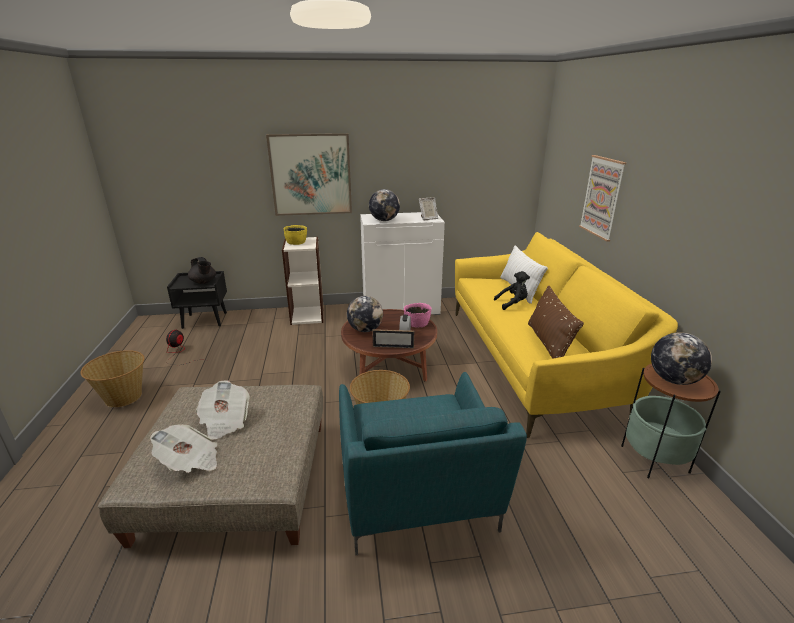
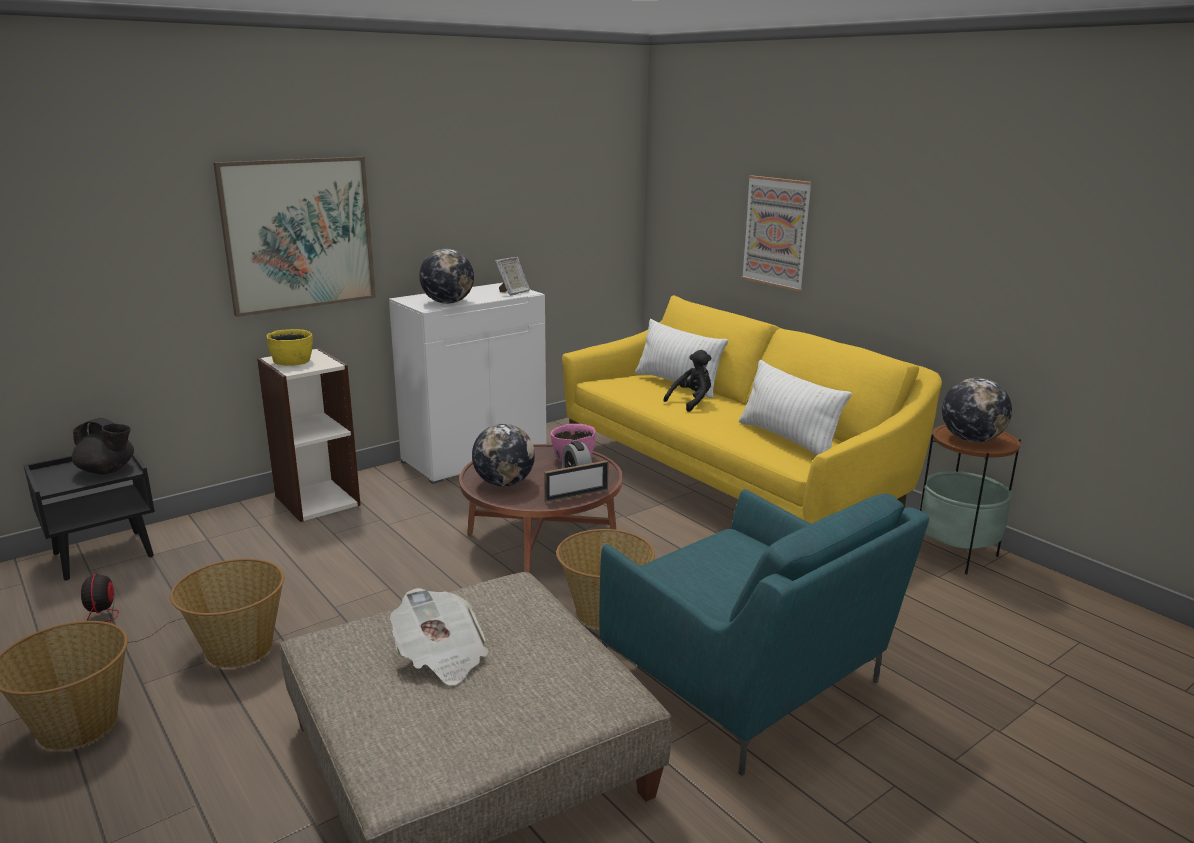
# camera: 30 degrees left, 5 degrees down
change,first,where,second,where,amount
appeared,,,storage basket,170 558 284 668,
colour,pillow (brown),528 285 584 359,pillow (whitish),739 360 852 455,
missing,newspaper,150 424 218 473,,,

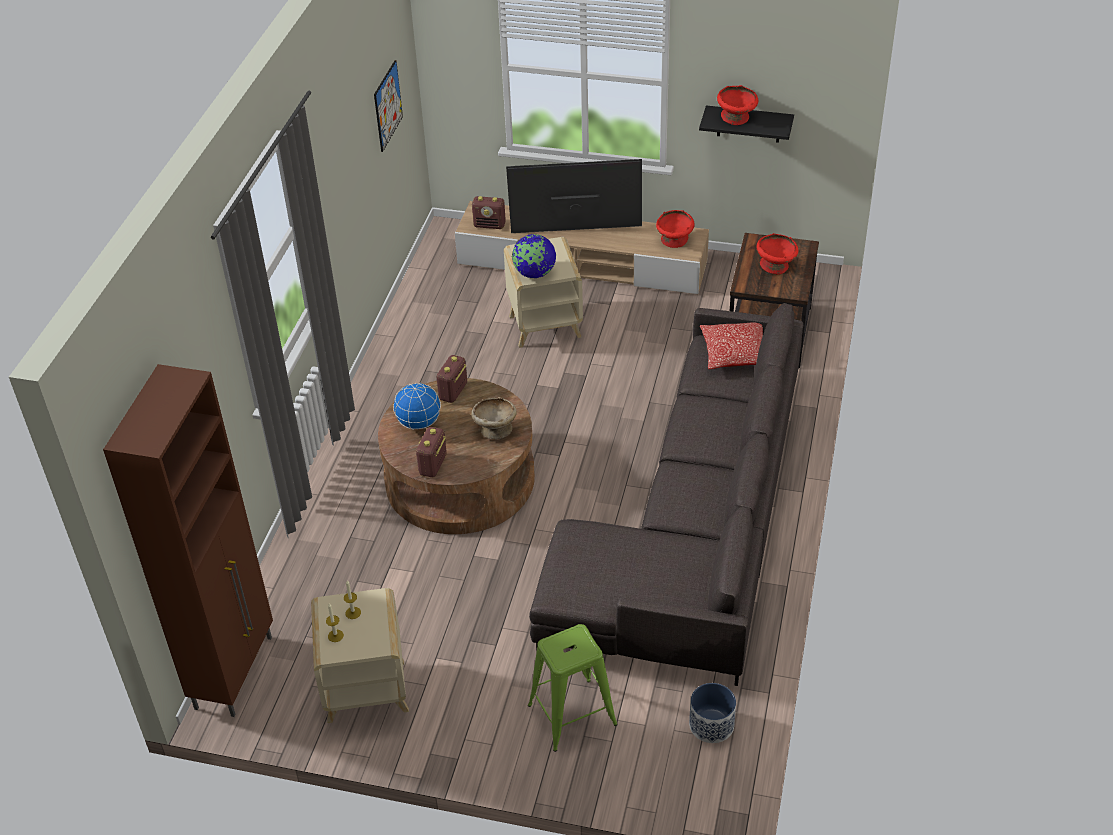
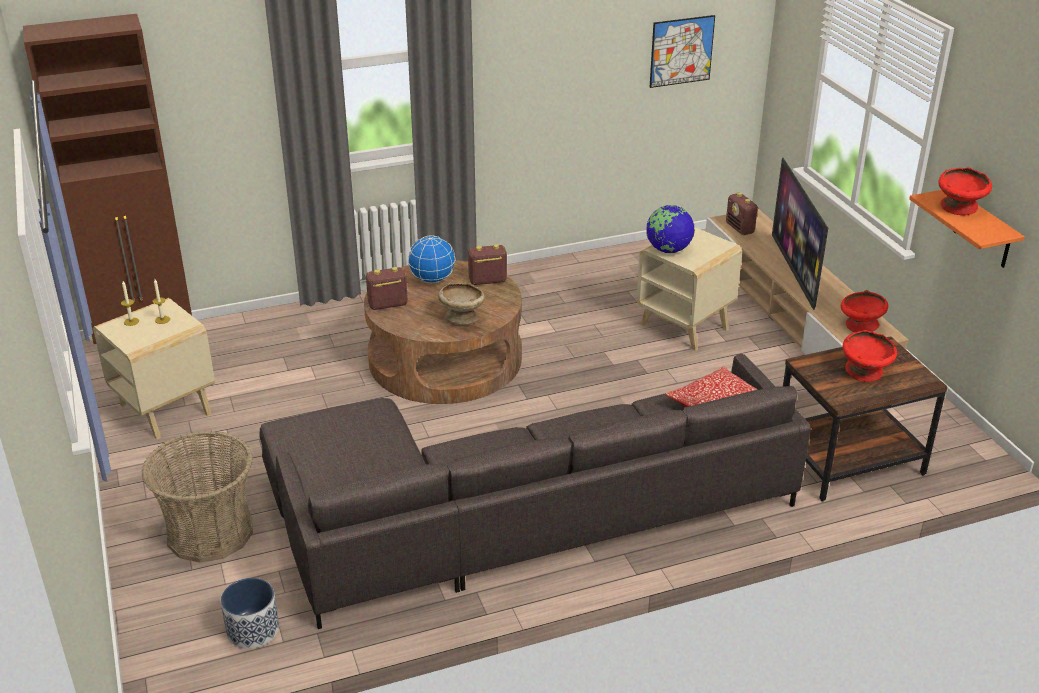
# camera: 55 degrees right, 10 degrees down
change,first,where,second,where,amount
exchanged,sitting stool (greenish),528 624 618 752,storage basket,142 431 253 563,
spun,TV,506 159 642 233,,772 158 828 310,150 degrees counterclockwise
colour,wall shelf (black),699 105 794 143,wall shelf (orange-coloured),909 190 1025 268,

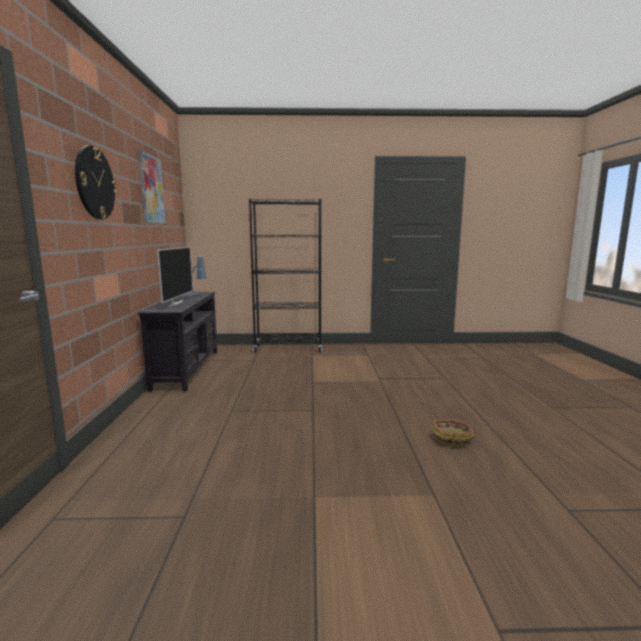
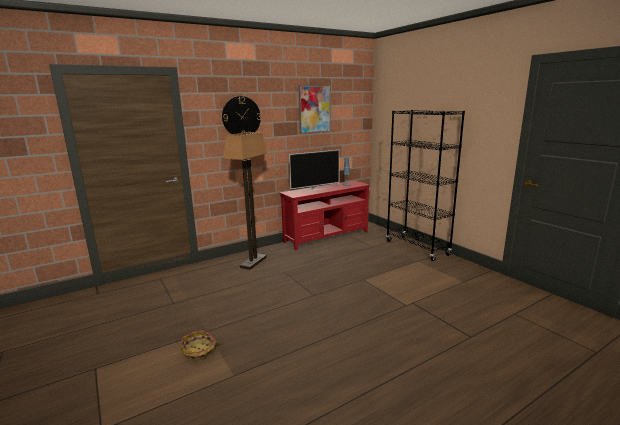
# camera: 60 degrees right, 5 degrees up
change,first,where,second,where,amount
relocated,storage basket,432 420 474 447,,181 330 221 360,
appeared,,,floor lamp,223 132 267 270,
colour,tv stand (black),138 292 217 392,tv stand (red-coloured),279 180 370 250,

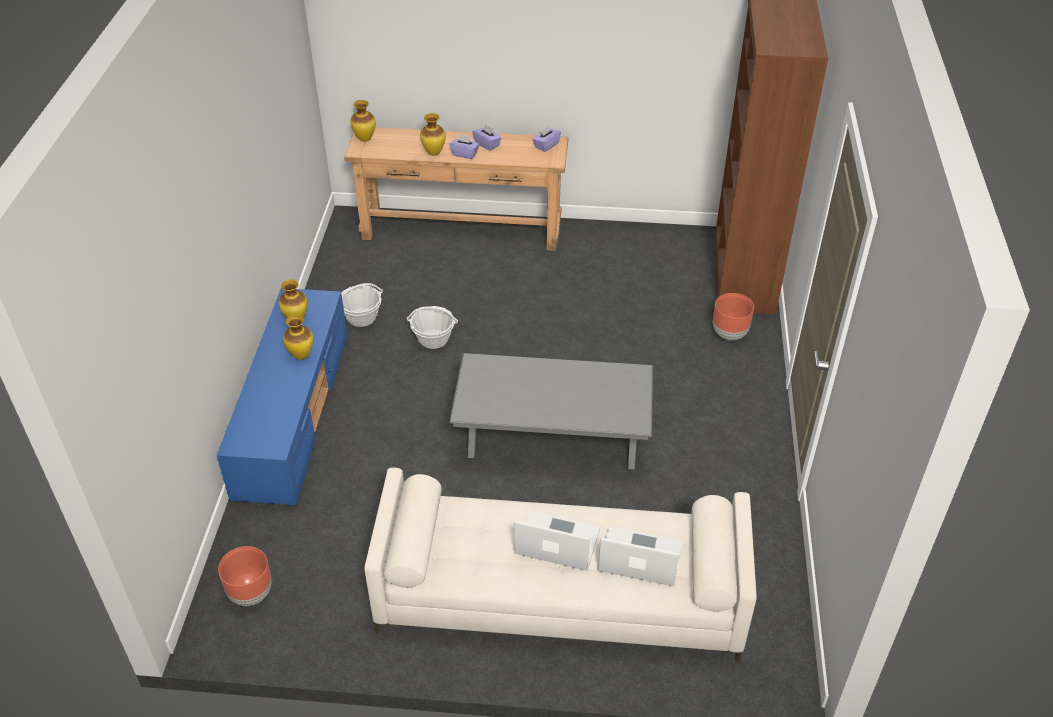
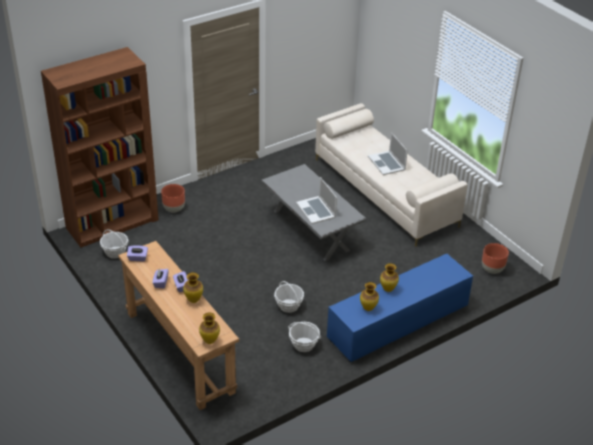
# camera: 130 degrees left, 5 degrees down
change,first,where,second,where,amount
appeared,,,storage basket,100 229 128 259,
relocated,laptop,598 526 682 586,,296 177 337 224,

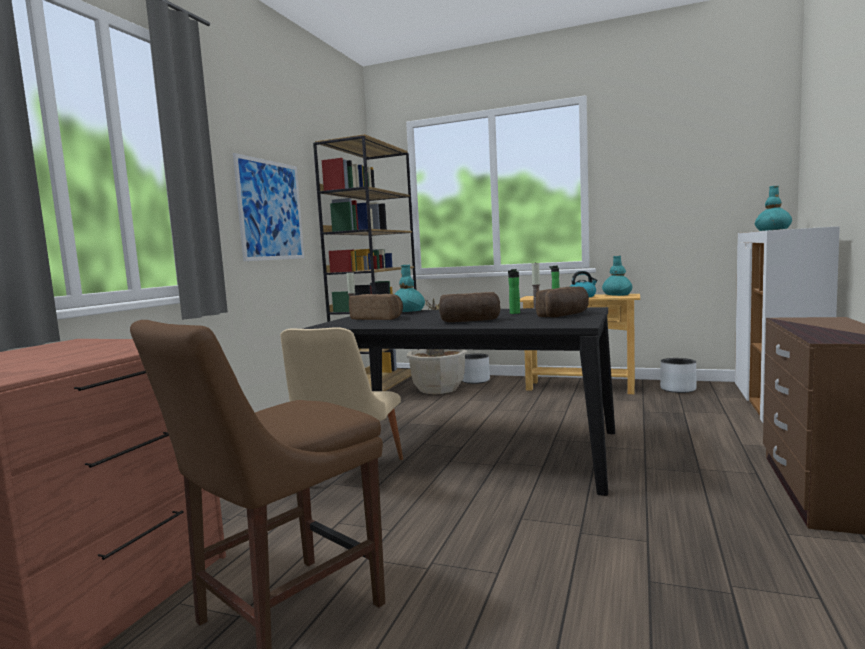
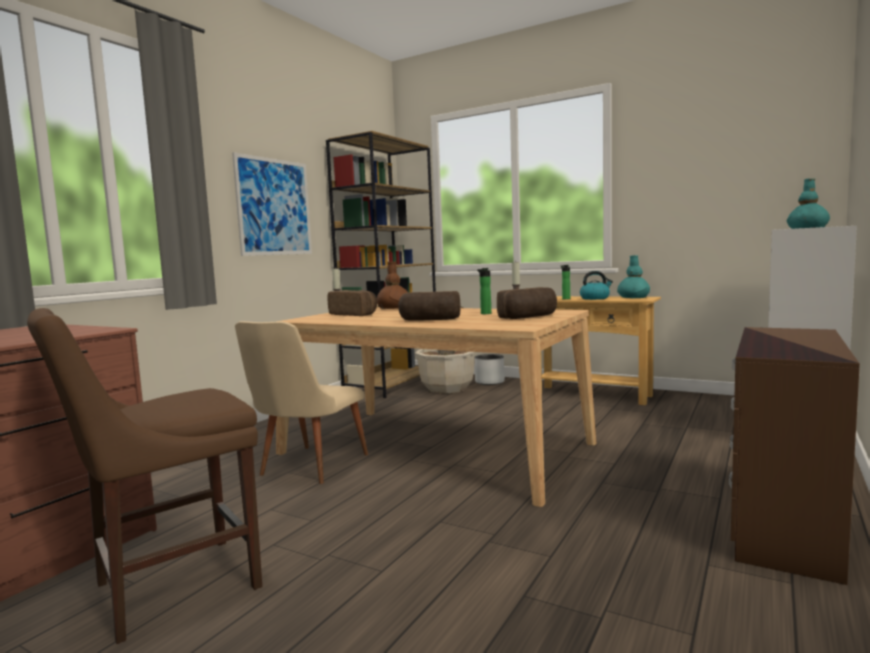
# camera: 10 degrees right, 0 degrees up
change,first,where,second,where,amount
colour,dining table (black),302 307 615 496,dining table (beige),276 307 596 507,
colour,flower vase (turquoise-coloured),394 265 425 312,flower vase (brown),377 262 408 309,
missing,plant pot (grey),660 358 696 393,,,

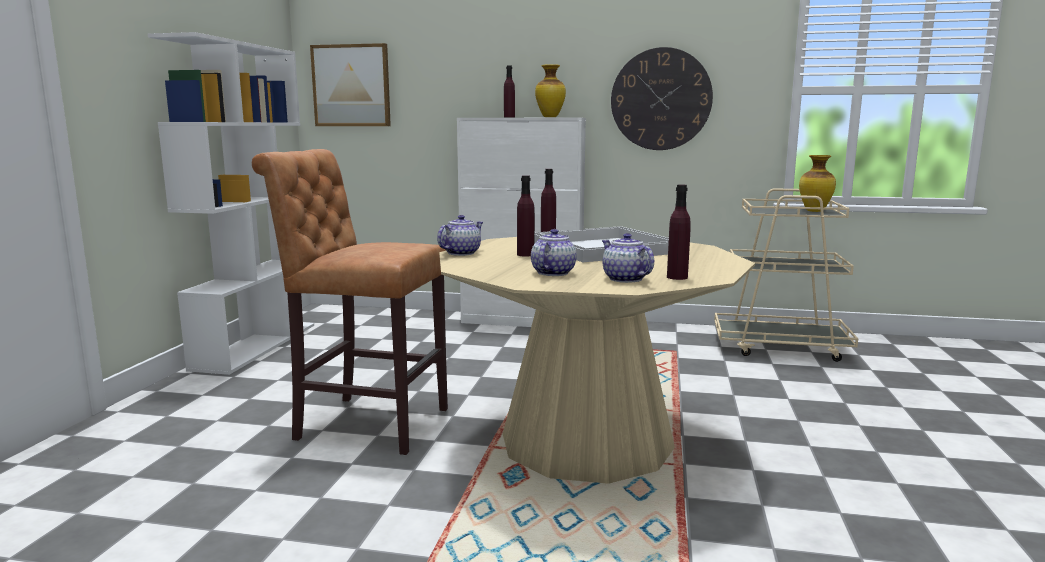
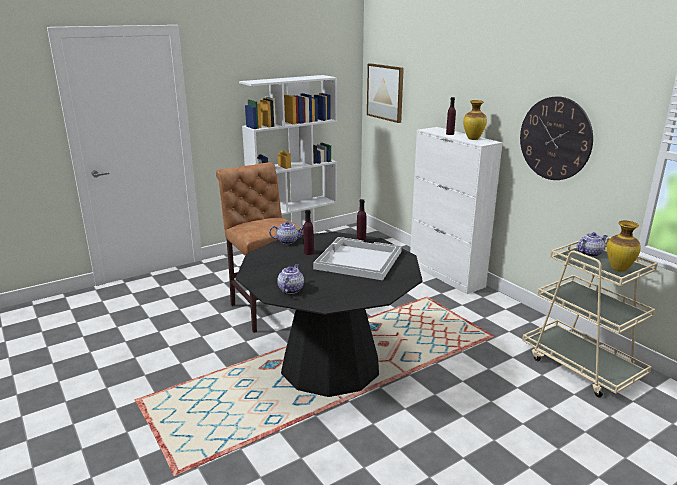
# camera: 45 degrees right, 10 degrees up
change,first,where,second,where,amount
colour,dining table (beige),439 237 755 483,dining table (black),236 232 423 397,
relocated,tea pot,531 229 577 276,,577 232 607 257,
missing,beverage bottle (purple),667 184 691 280,,,

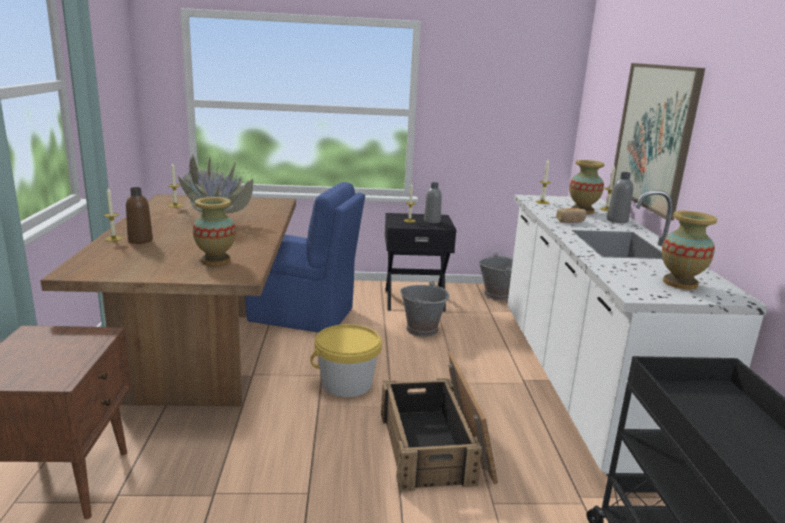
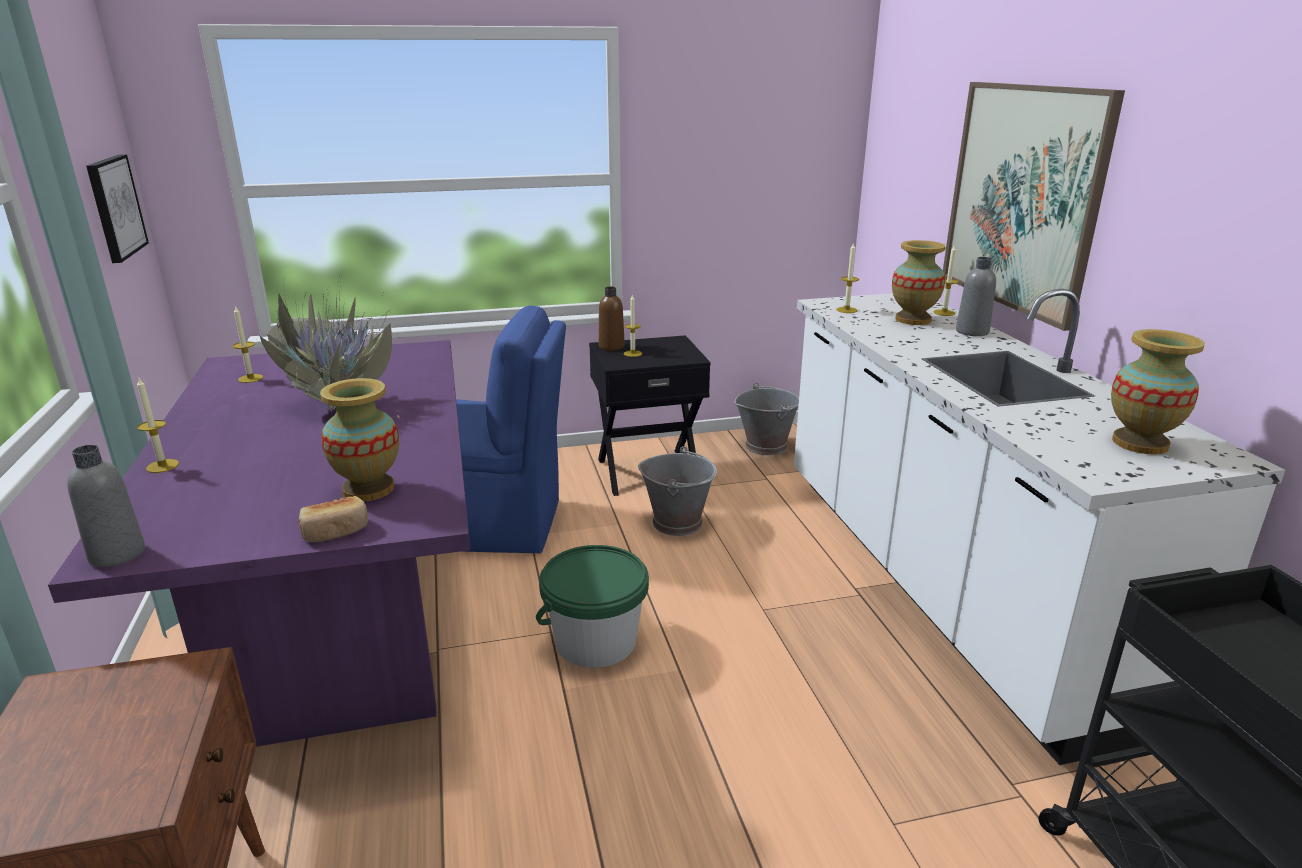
# camera: 10 degrees left, 5 degrees up
change,first,where,second,where,amount
colour,dining table (brown),40 194 296 407,dining table (purple),48 340 470 747,
relocated,beverage bottle (grey),424 182 442 223,,67 445 145 567,
appeared,,,wall picture,86 154 149 263,
relocated,bread,556 208 587 223,,299 496 368 542,
colour,water bucket (yellowish),310 324 382 397,water bucket (greenish),536 545 649 668,
relocated,beverage bottle (brown),126 187 153 244,,599 287 625 351,
missing,shipping crate,381 352 498 492,,,

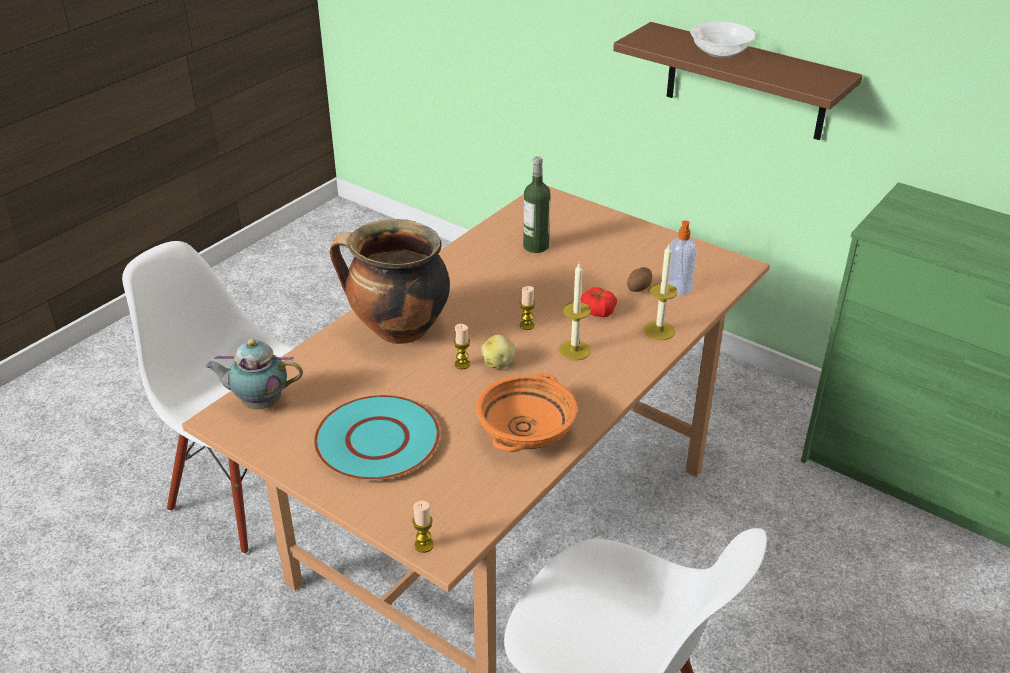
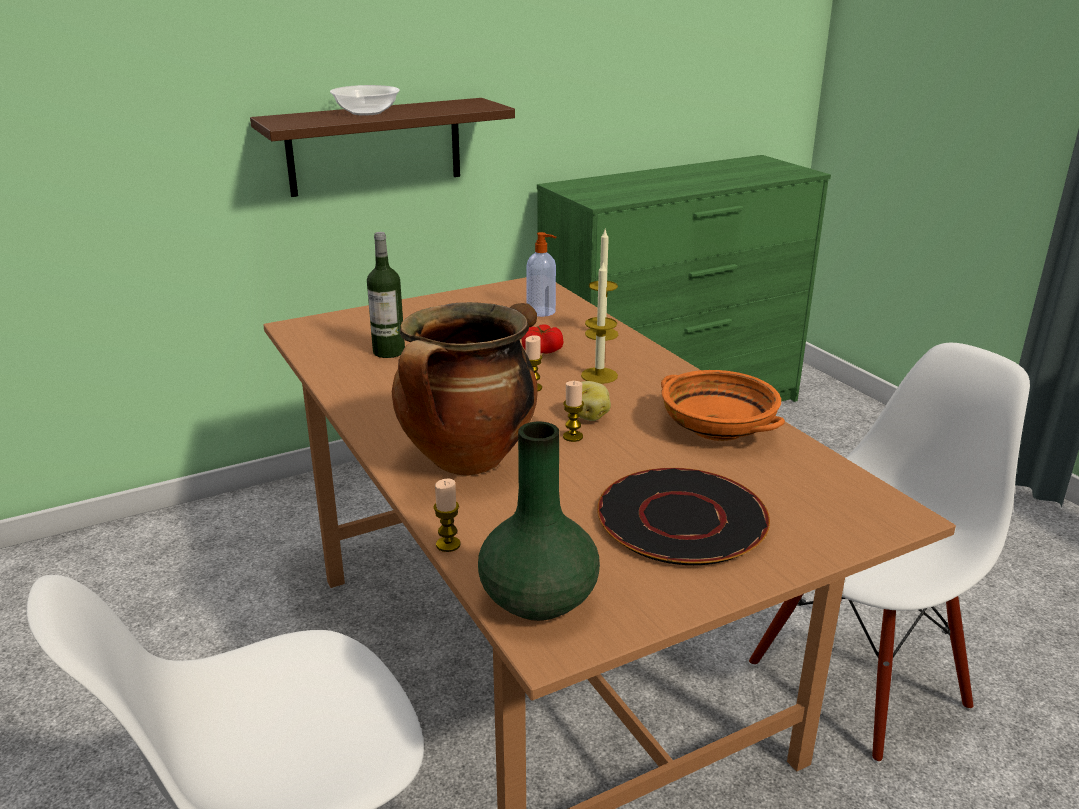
# camera: 65 degrees left, 10 degrees down
change,first,where,second,where,amount
relocated,candle,412 501 434 553,,433 479 461 552,
exchanged,tea pot,205 339 303 409,flower vase (greenish),478 422 600 621,
colour,flat dish (turquoise-coloured),314 395 440 481,flat dish (black),597 468 770 565,

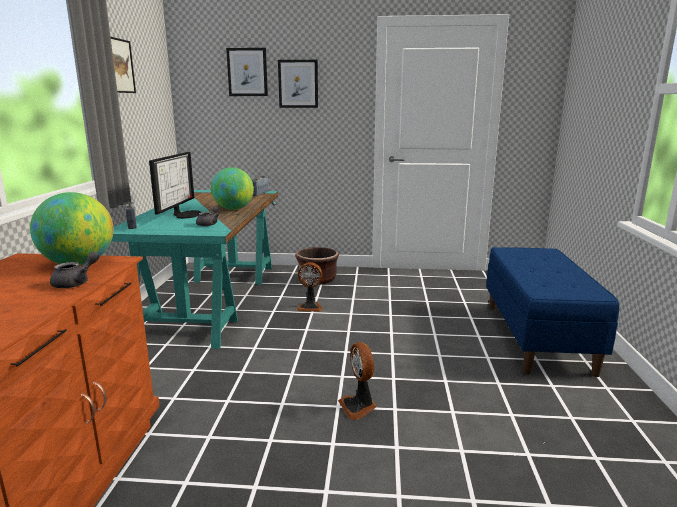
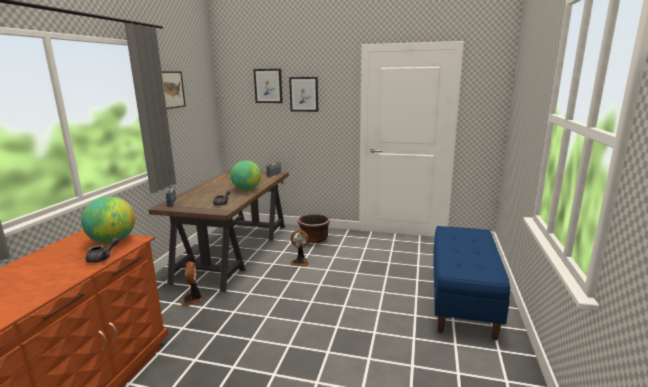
# camera: 10 degrees right, 0 degrees up
change,first,where,second,where,amount
colour,desk unit (turquoise-coloured),112 190 278 349,desk unit (brown),148 169 289 292,
relocated,cooling fan,338 342 377 420,,181 262 203 306,
missing,monitor,149 152 201 219,,,

